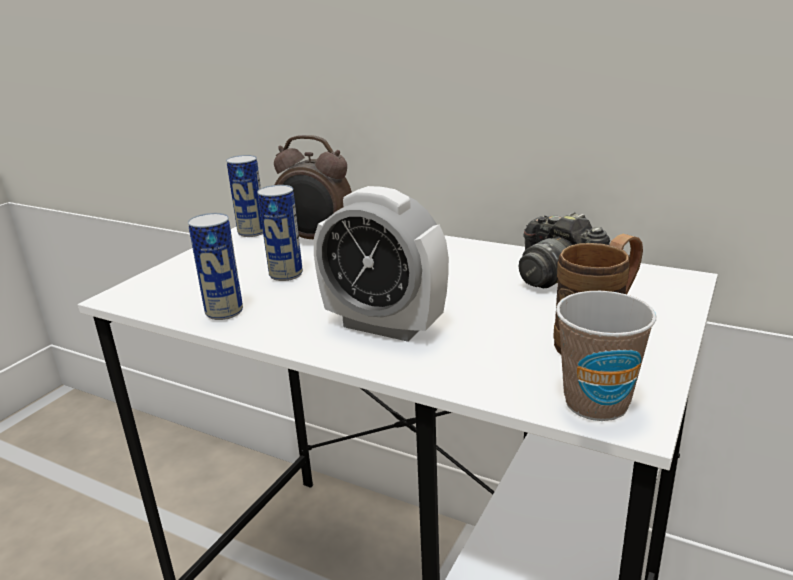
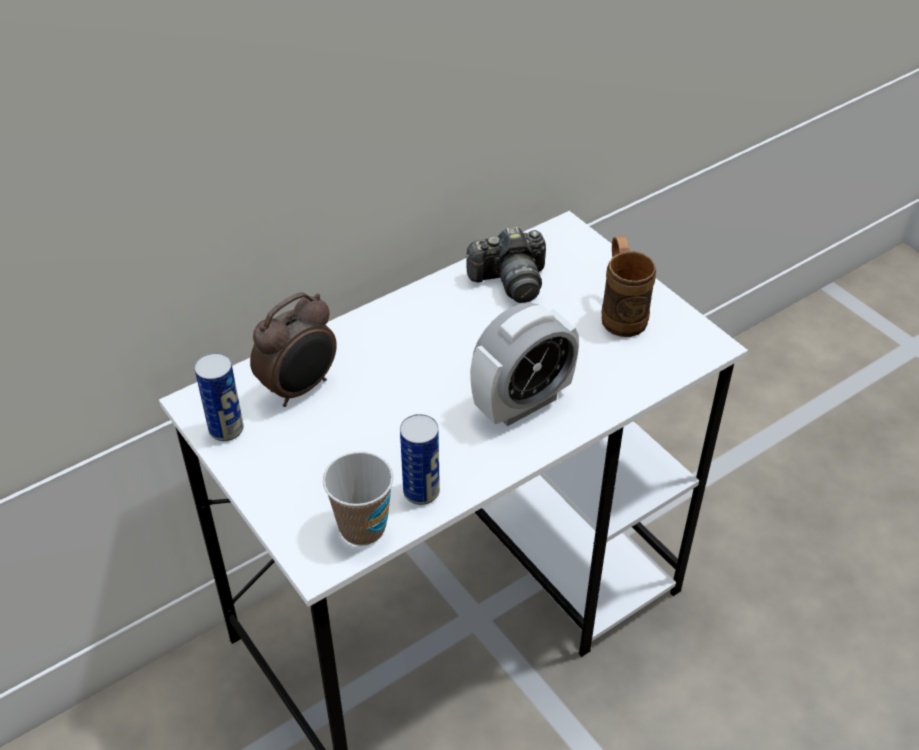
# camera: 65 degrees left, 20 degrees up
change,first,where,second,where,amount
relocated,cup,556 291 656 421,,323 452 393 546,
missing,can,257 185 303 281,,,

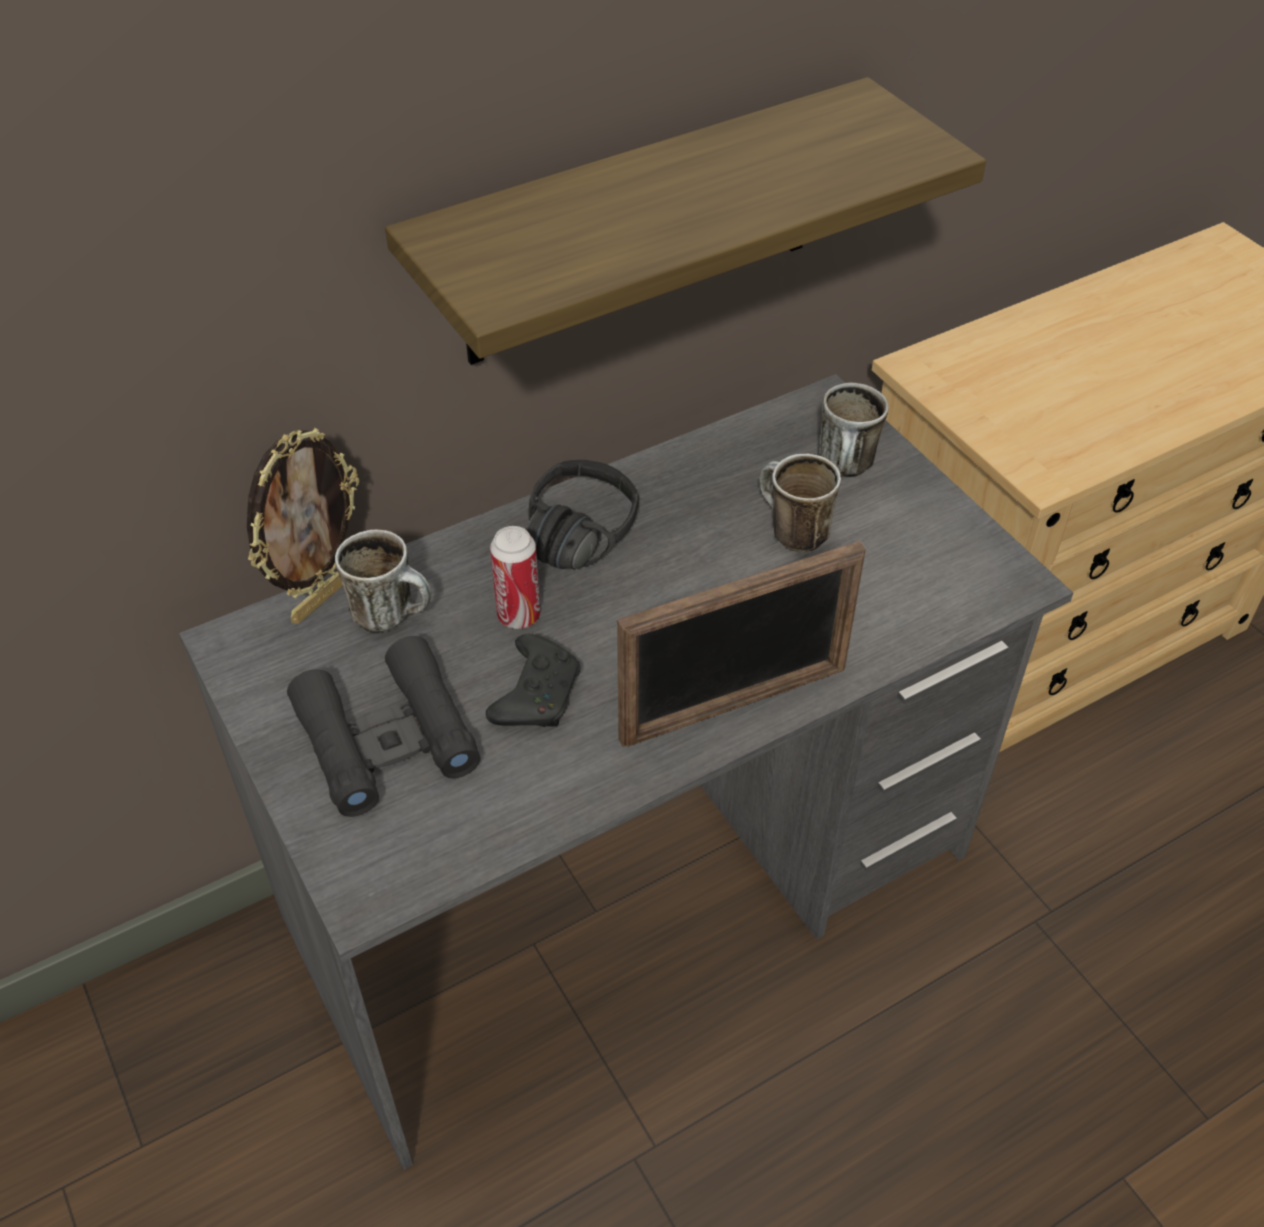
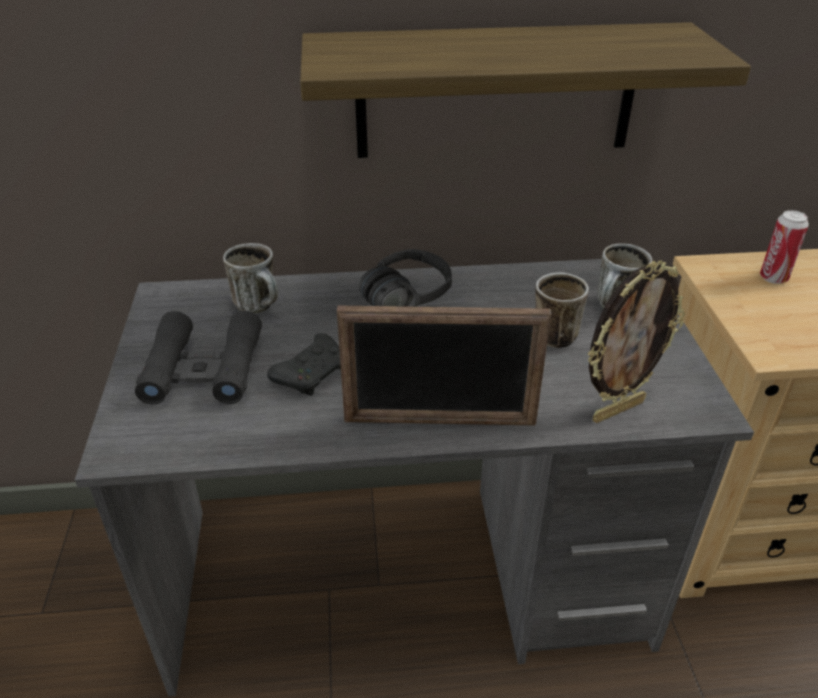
# camera: 25 degrees right, 10 degrees down
change,first,where,second,where,amount
relocated,photo frame,247 427 359 624,,588 260 685 423,
relocated,can,490 526 541 629,,760 210 809 284,

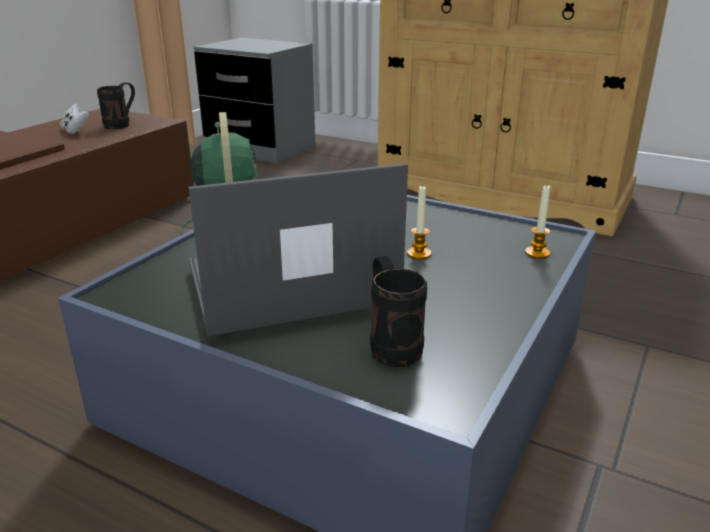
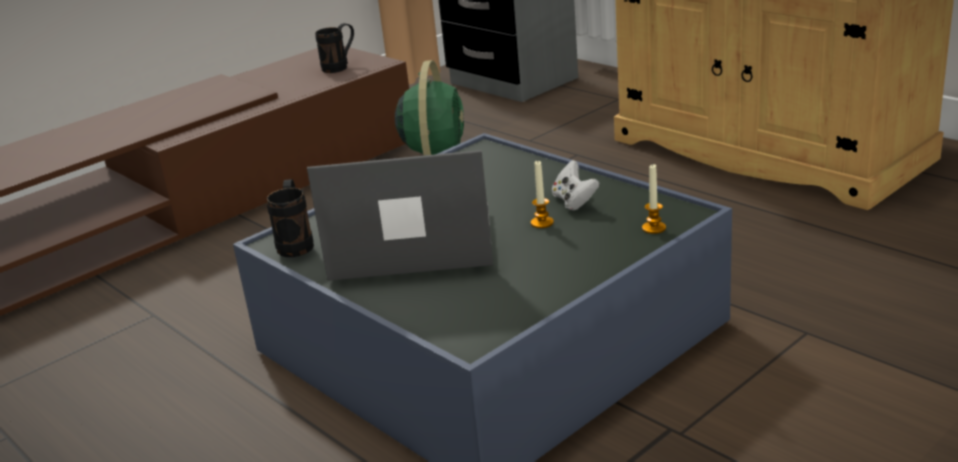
# camera: 20 degrees right, 0 degrees up
change,first,where,second,where,amount
relocated,tea mug (black),370 256 427 367,,267 179 314 257,
relocated,game controller (whitish),60 104 90 134,,552 160 600 211,

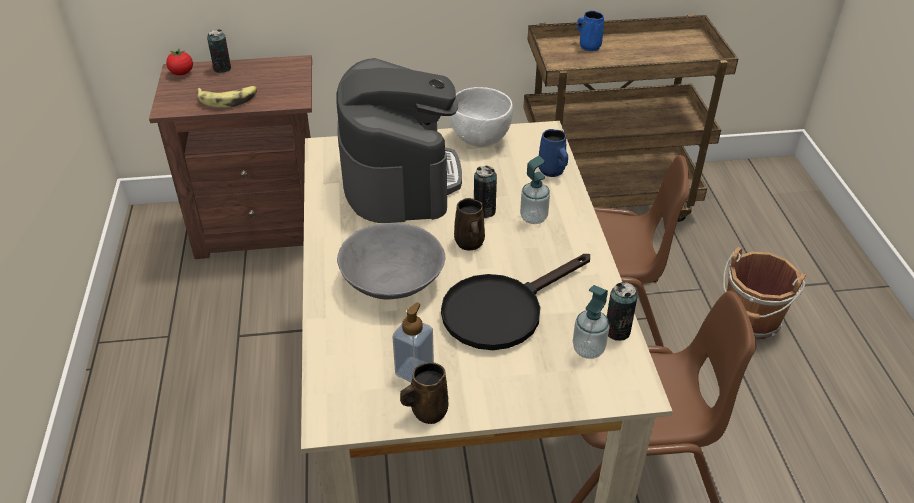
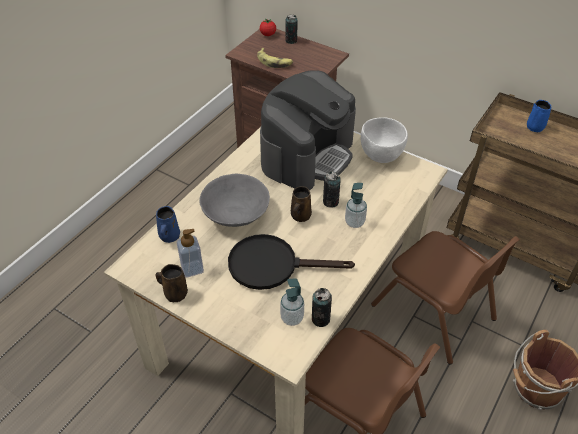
# camera: 40 degrees right, 5 degrees up
change,first,where,second,where,amount
relocated,tea mug (bluish),539 129 568 177,,156 206 180 243,

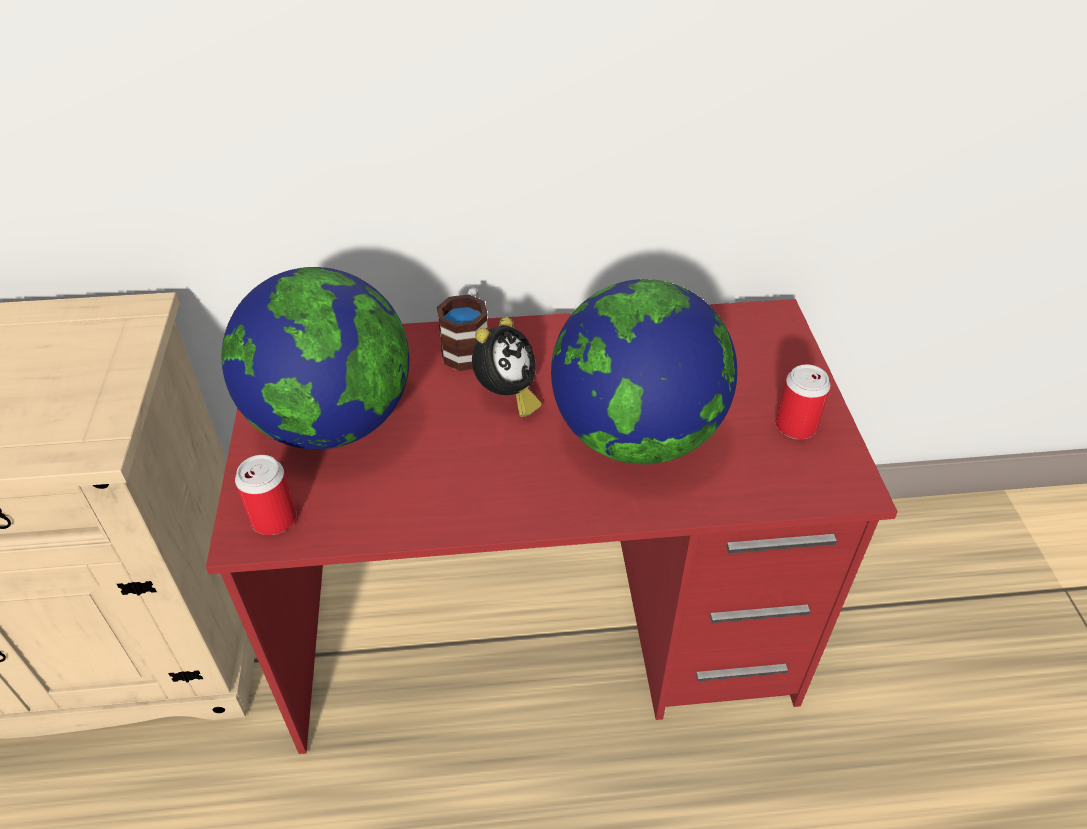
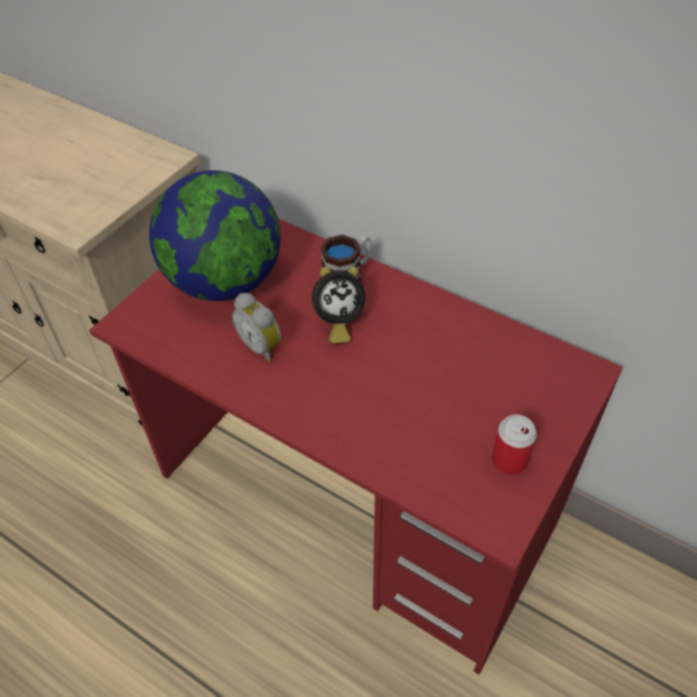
# camera: 40 degrees right, 5 degrees up
change,first,where,second,where,amount
appeared,,,alarm clock,232 293 281 363,
missing,can,235 455 297 535,,,
missing,world globe,551 279 737 464,,,

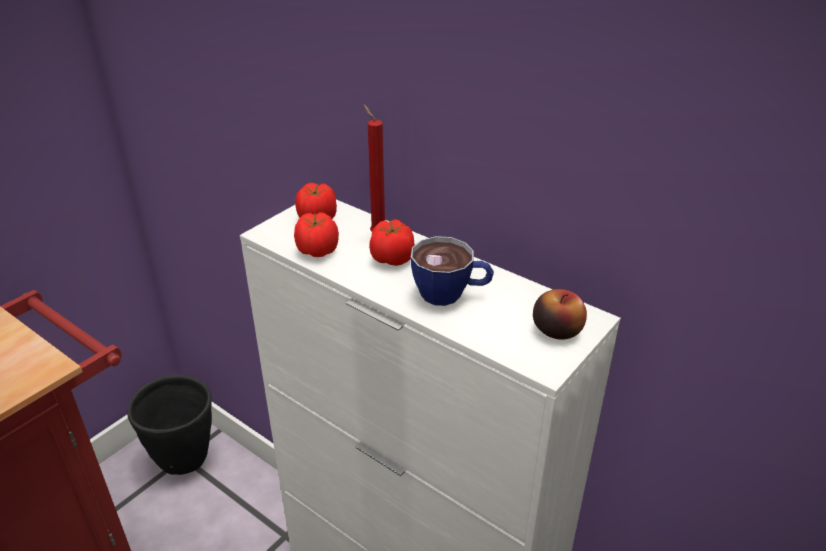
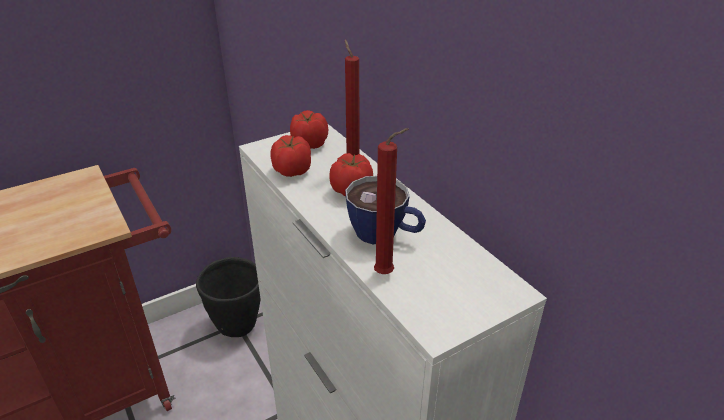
# camera: 20 degrees right, 0 degrees up
change,first,where,second,where,amount
appeared,,,candle (red-coloured),374 128 409 274,
missing,apple,533 289 587 340,,,

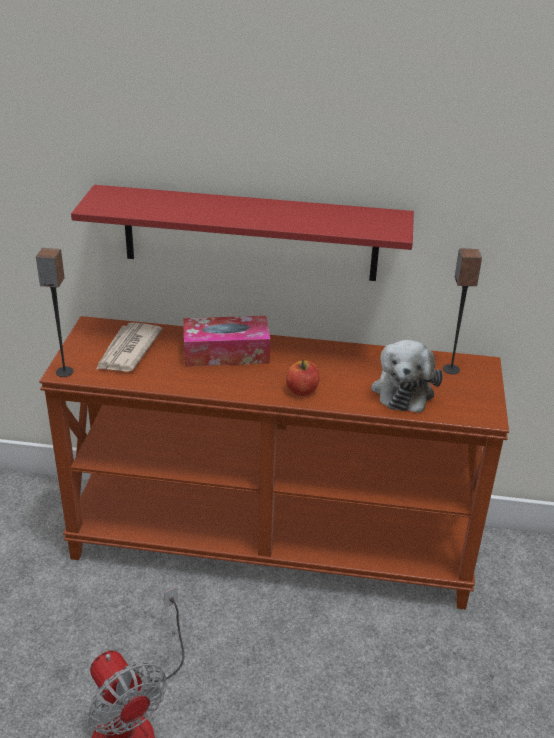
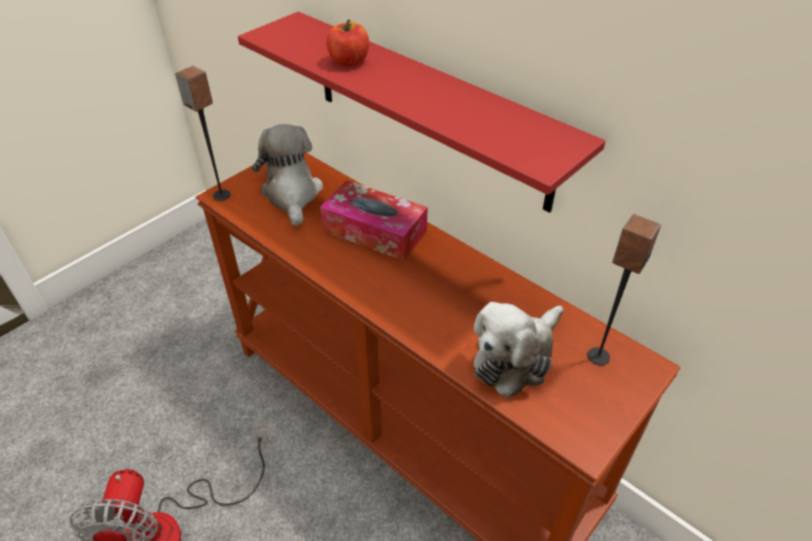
# camera: 35 degrees right, 10 degrees up
change,first,where,second,where,amount
exchanged,newspaper,96 322 162 372,cuddly toy,252 124 323 227,
relocated,apple,286 360 320 396,,326 19 369 66,

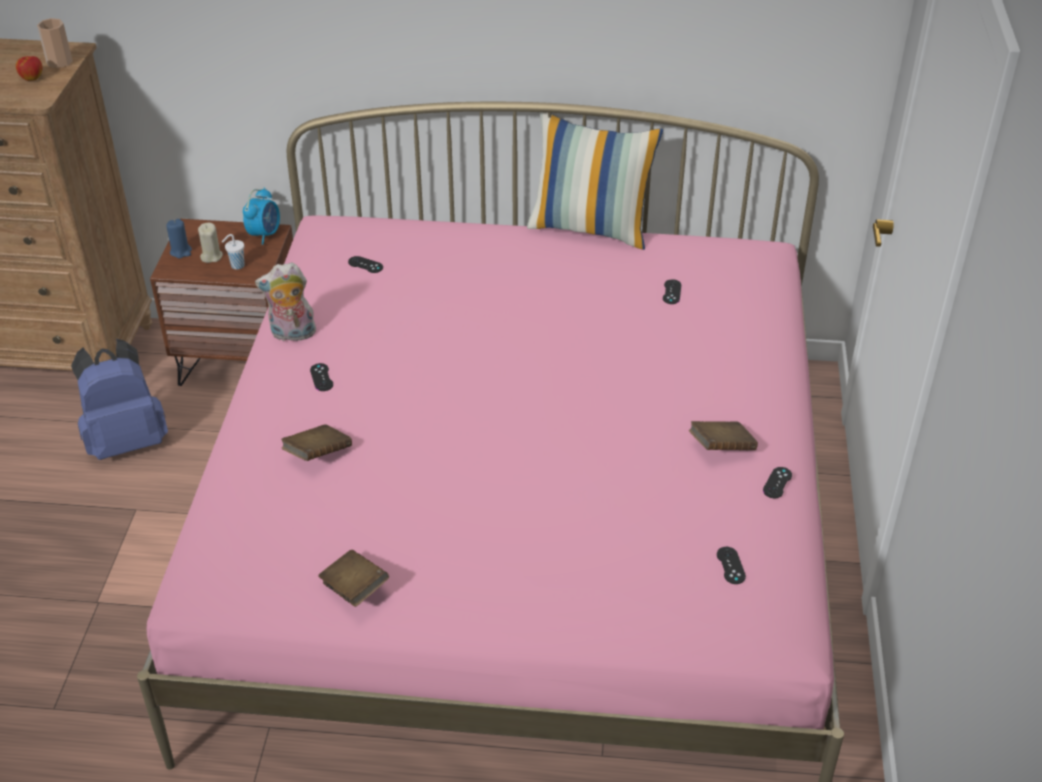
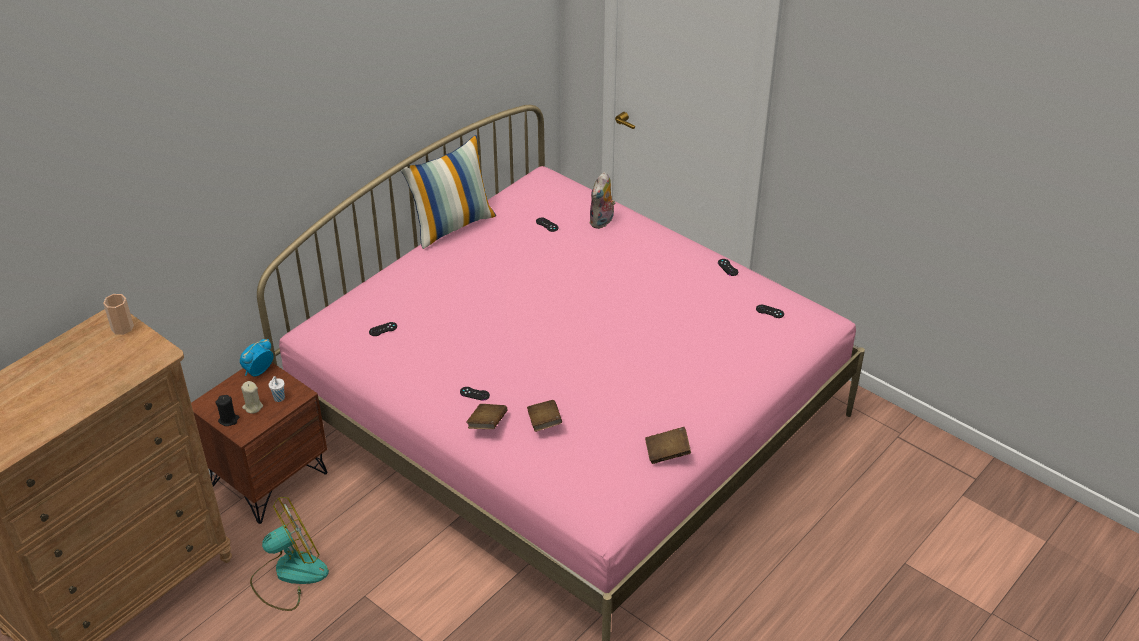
# camera: 55 degrees left, 0 degrees up
change,first,where,second,where,amount
colour,candle (bluish),166 219 192 258,candle (black),215 395 239 426,
spun,alarm clock,243 188 280 245,,240 339 274 376,105 degrees counterclockwise
exchanged,knapsack (bluish),71 339 168 460,cooling fan,250 497 329 611,
relocated,bound book (brown),689 421 758 451,,467 404 508 429,
relocated,cuddly toy,255 262 316 341,,589 172 616 229,
missing,apple,16 56 43 81,,,

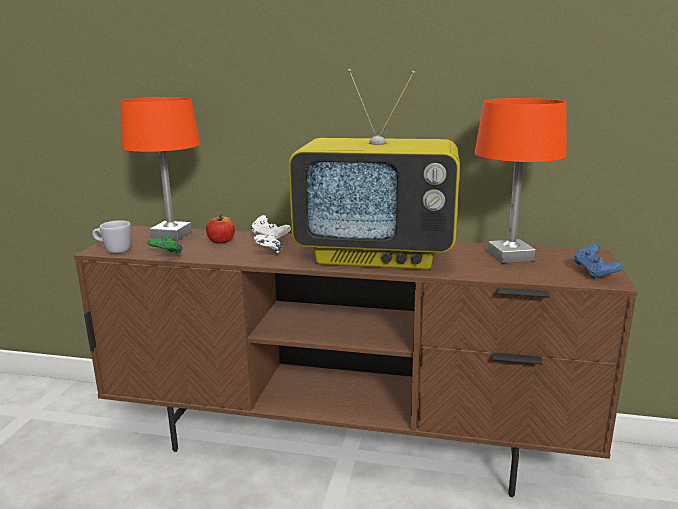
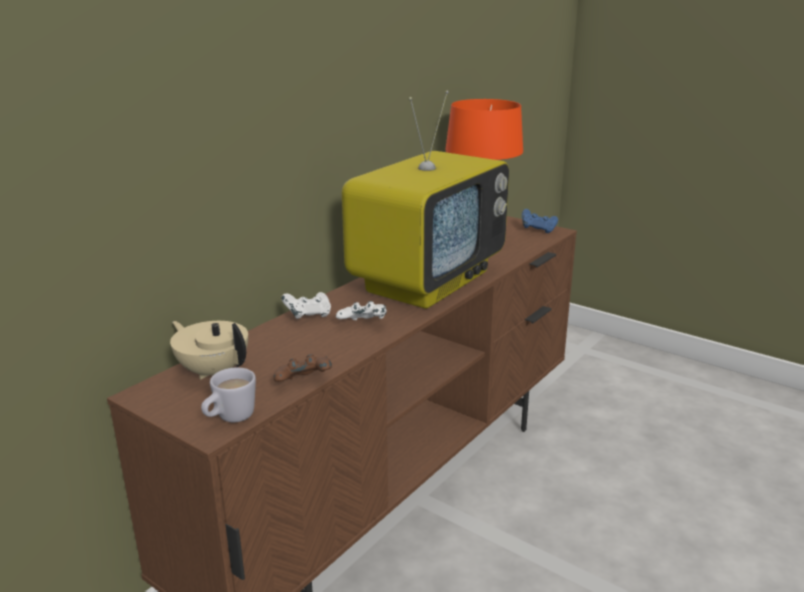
# camera: 65 degrees left, 5 degrees up
change,first,where,second,where,amount
exchanged,lamp for a table (orange-coloured),120 97 201 241,tea pot (beige),170 321 248 379,
colour,game controller (greenish),147 236 183 255,game controller (brown),274 354 332 382,
missing,apple,206 215 235 244,,,

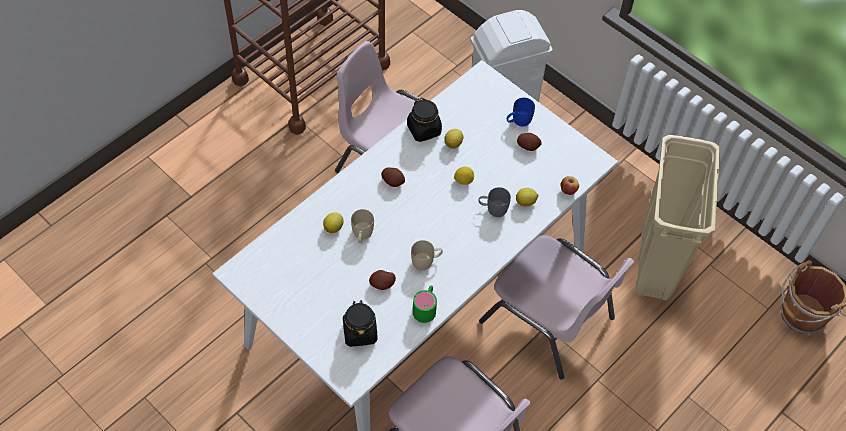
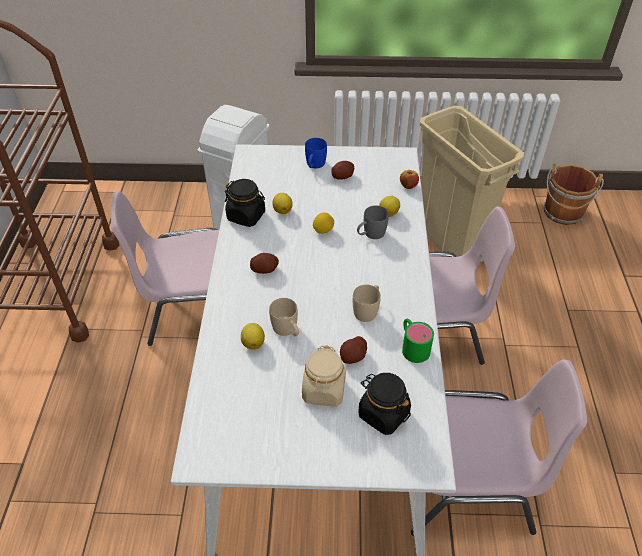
# camera: 40 degrees left, 10 degrees down
change,first,where,second,where,amount
appeared,,,storage jar (beige),302 345 346 407,

